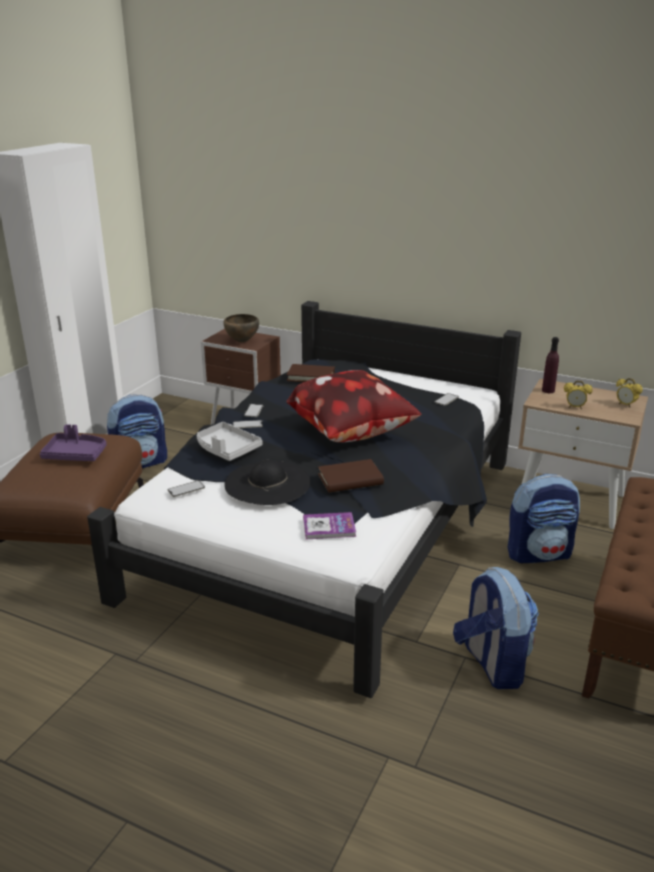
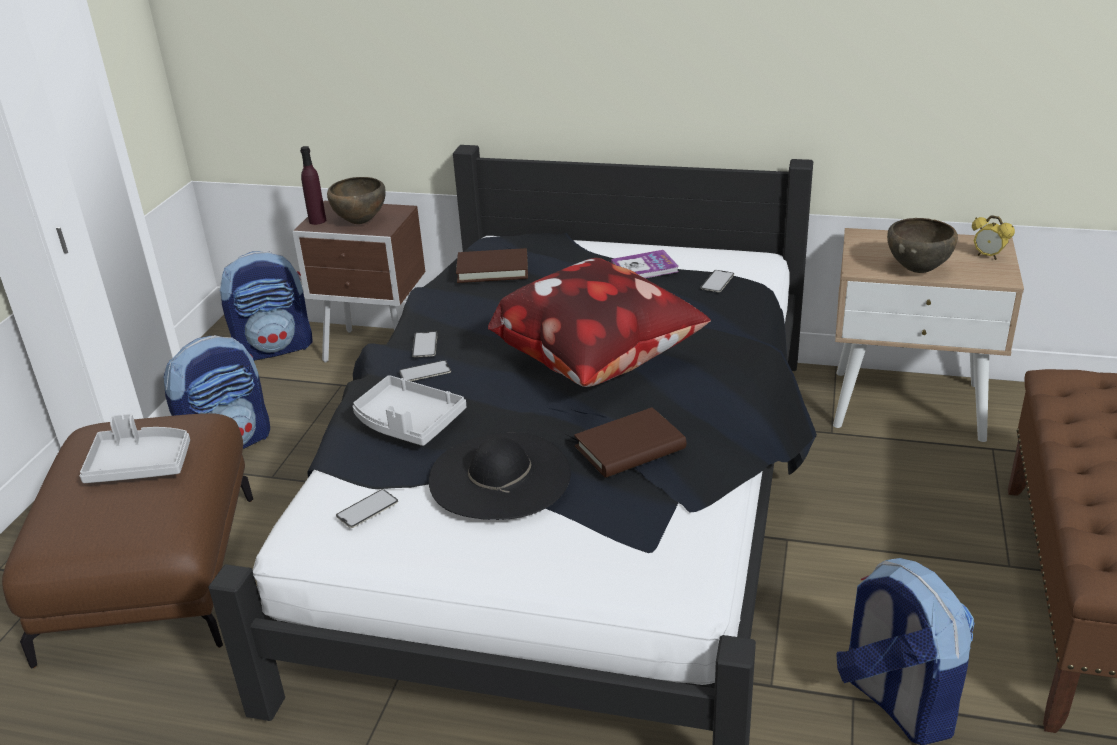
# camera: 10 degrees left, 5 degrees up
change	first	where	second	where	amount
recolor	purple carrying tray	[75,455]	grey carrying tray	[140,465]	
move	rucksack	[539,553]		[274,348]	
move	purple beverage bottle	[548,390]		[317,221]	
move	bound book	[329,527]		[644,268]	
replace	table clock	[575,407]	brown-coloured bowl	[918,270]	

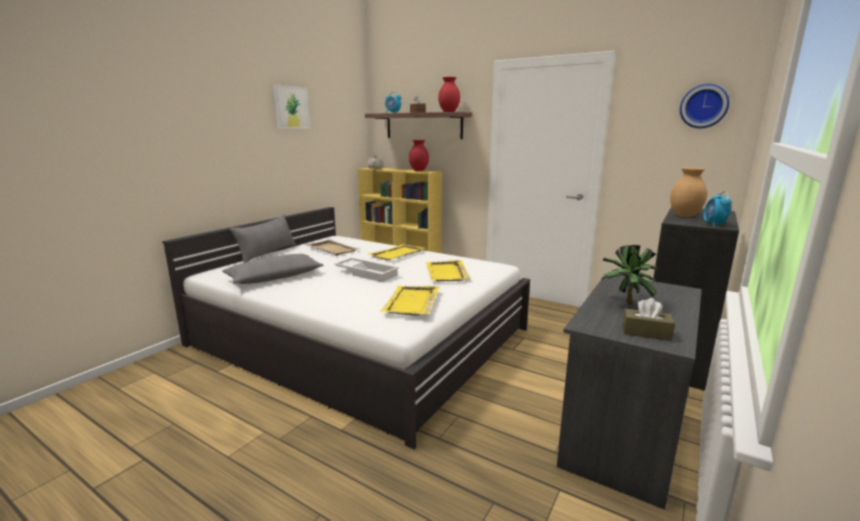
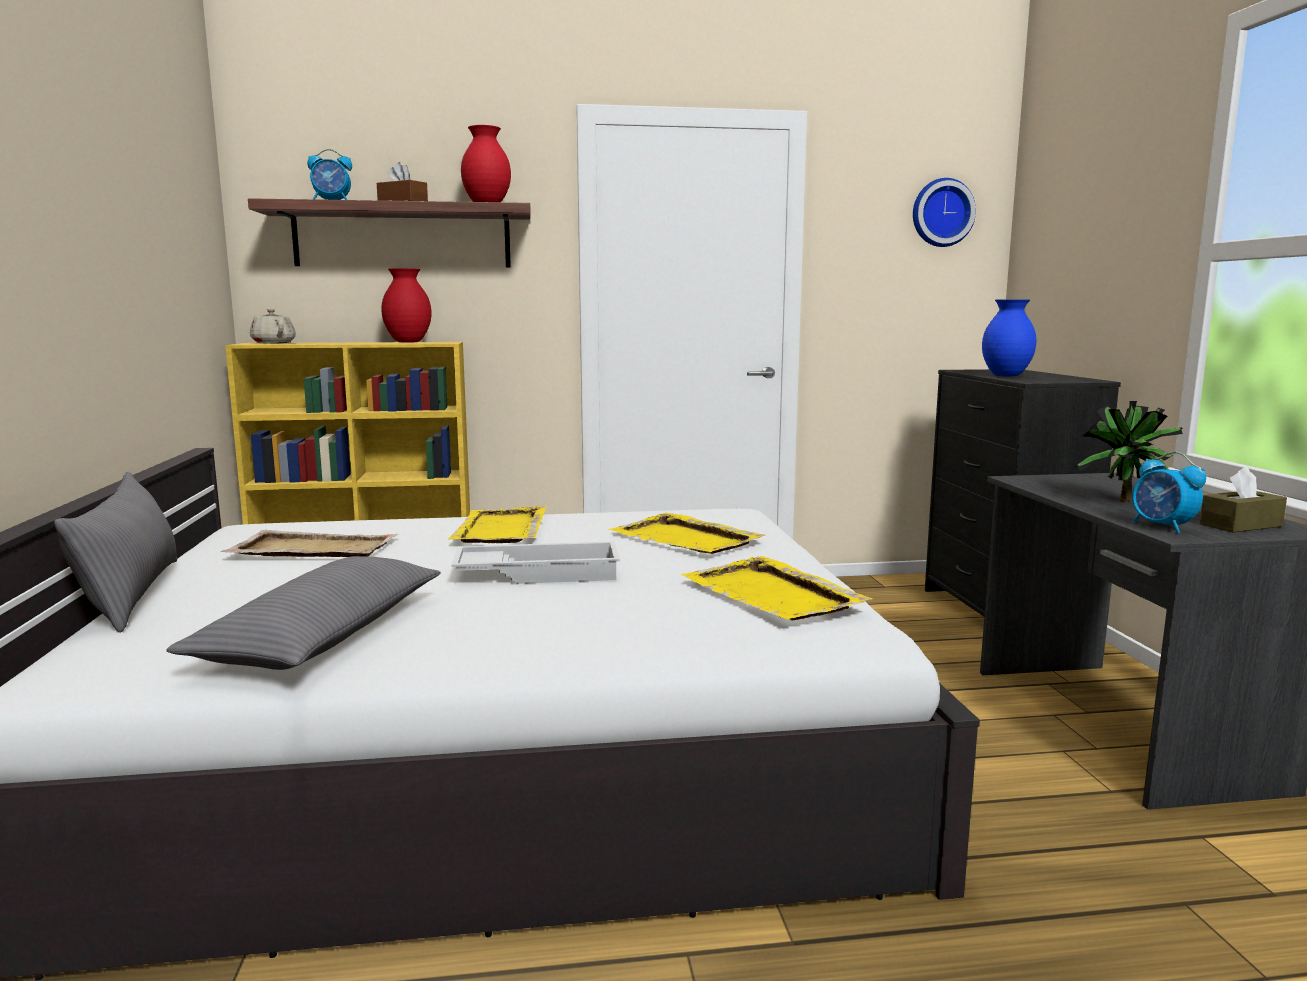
# camera: 40 degrees left, 5 degrees down
change	first	where	second	where	amount
recolor	brown-coloured vase	[685,216]	bluish vase	[1007,376]	
move	table clock	[714,225]		[1162,527]	
delete	wall picture	[291,107]			

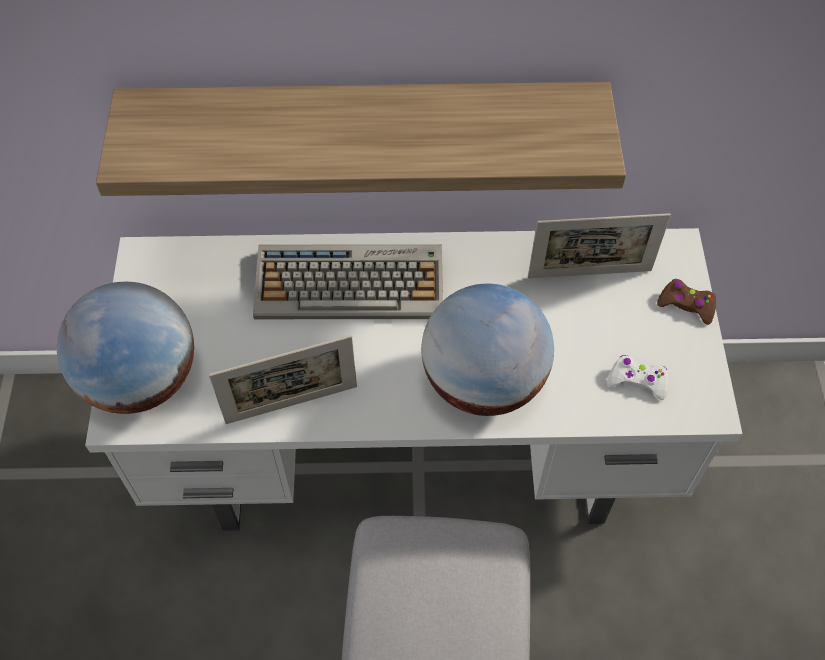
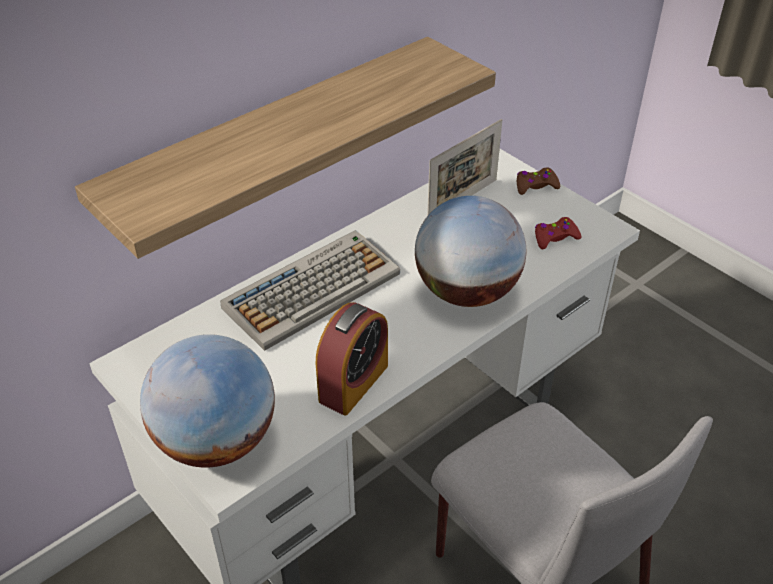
# camera: 40 degrees left, 15 degrees down
change	first	where	second	where	amount
replace	photo frame	[291,404]	table clock	[353,383]	
recolor	white game controller	[637,381]	red-coloured game controller	[555,238]	

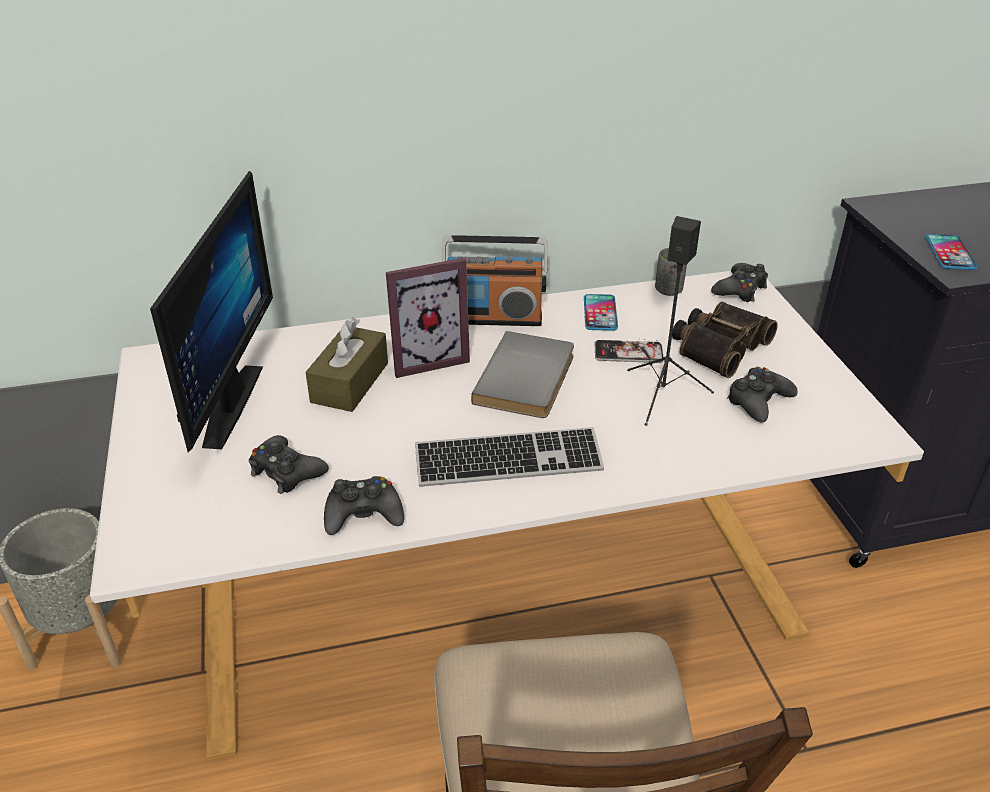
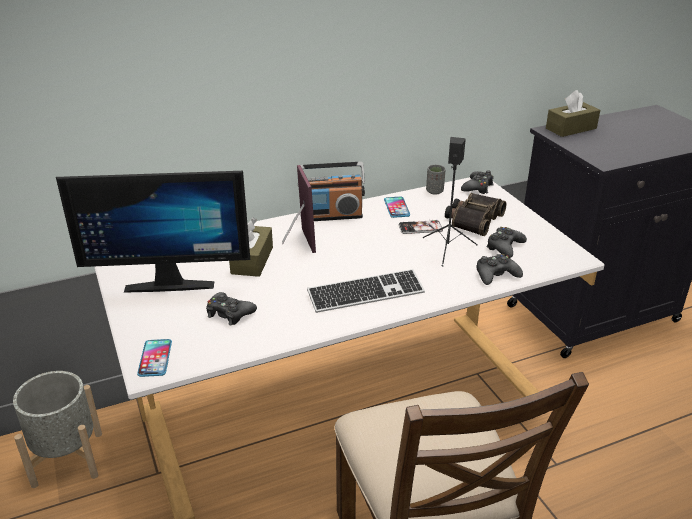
# camera: 10 degrees left, 5 degrees down
change	first	where	second	where	amount
rotate	computer screen	[218,404]		[170,281]	90 degrees clockwise
move	handset	[949,253]		[155,358]	
rotate	photo frame	[426,358]		[296,242]	75 degrees counterclockwise
move	blackish game controller	[363,514]		[496,275]	
insert			brown-coloured box of tissues	[571,128]	
delete	grey bound book	[529,379]			

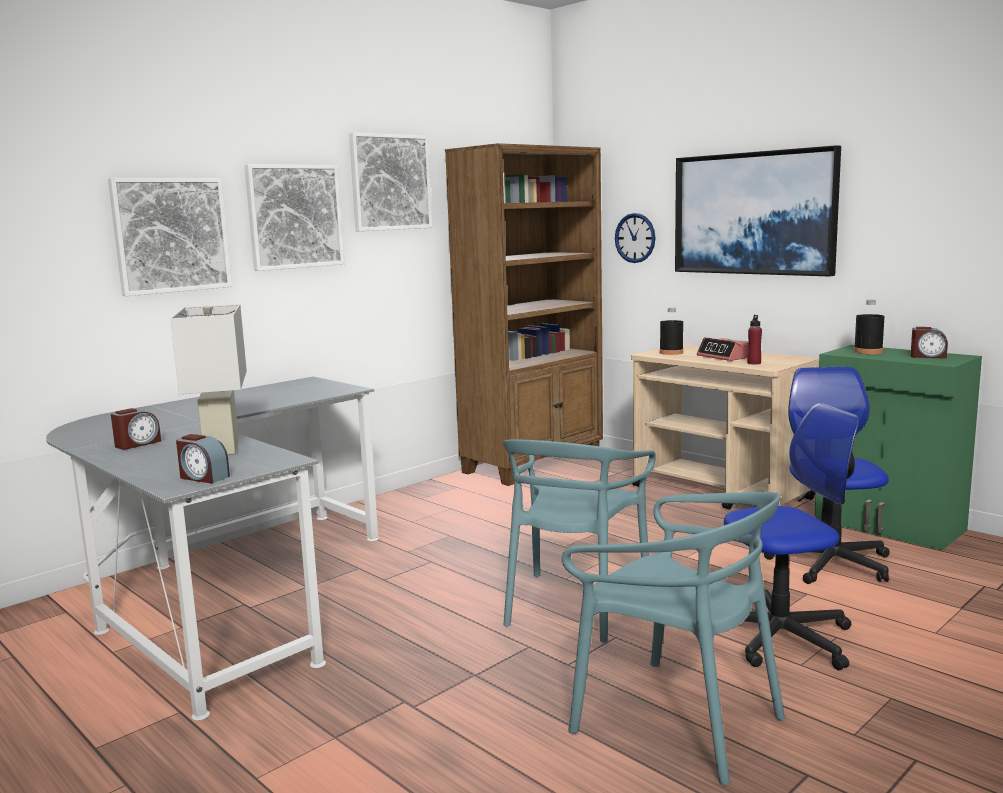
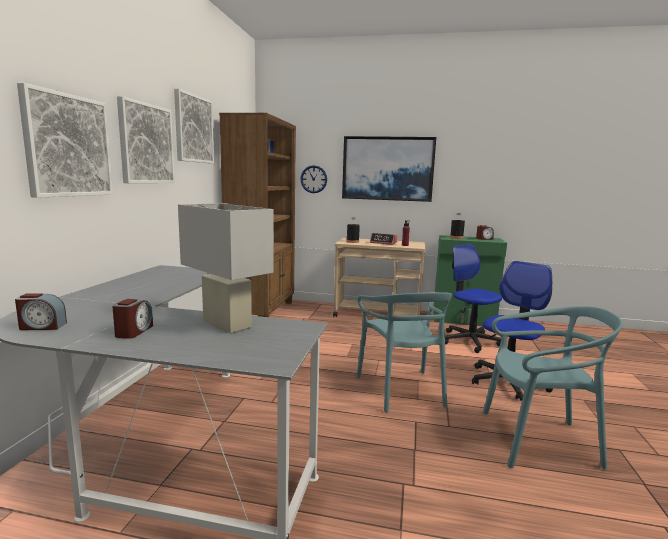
# camera: 35 degrees left, 0 degrees up
change	first	where	second	where	amount
move	table clock	[203,477]		[42,326]	

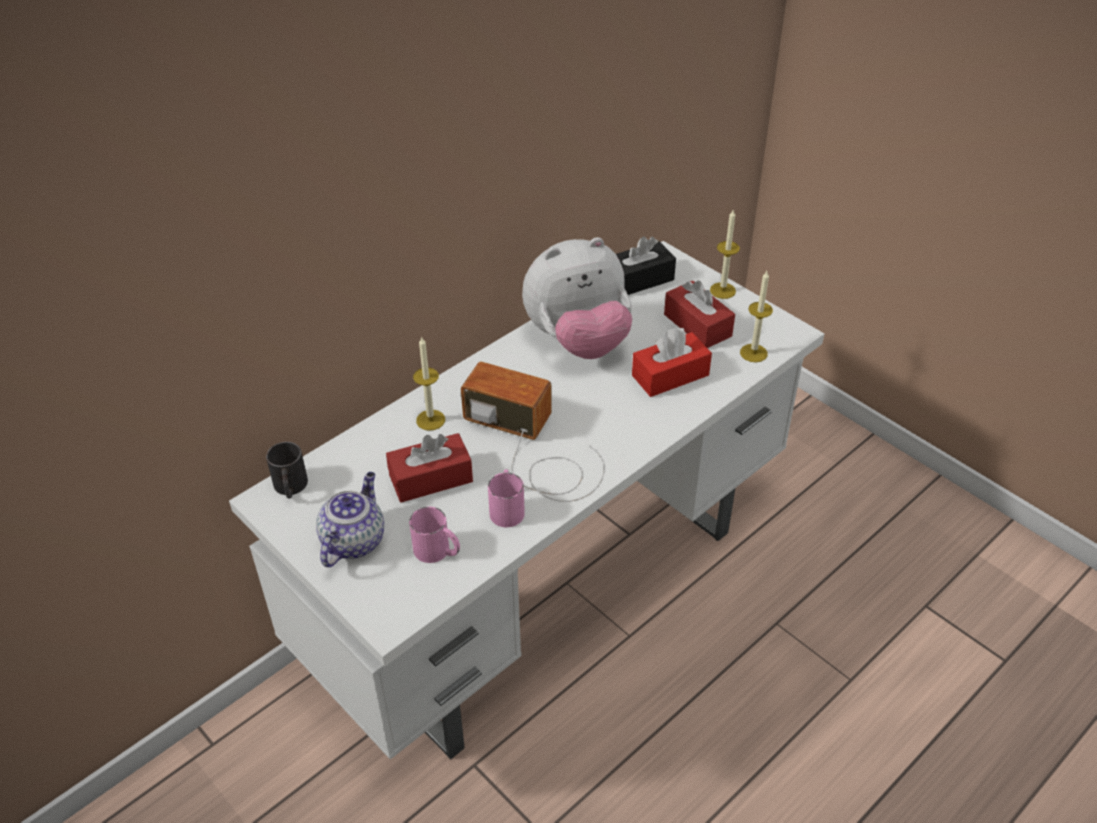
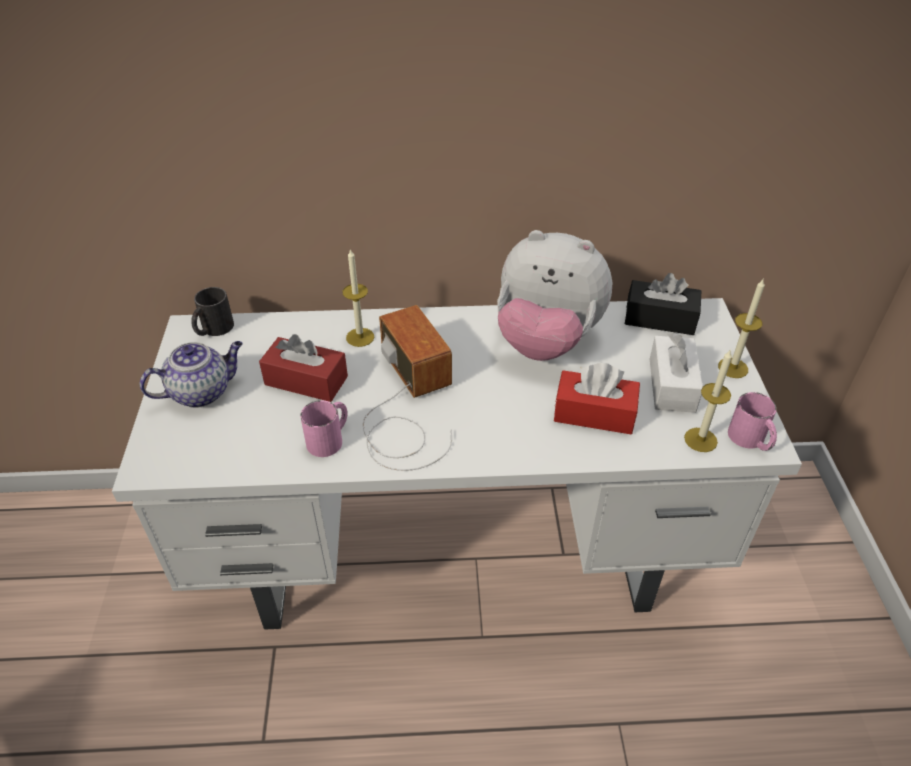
# camera: 40 degrees right, 0 degrees up
change	first	where	second	where	amount
recolor	red-coloured box of tissues	[697,325]	white box of tissues	[671,385]	
move	pink-coloured mug	[438,551]		[751,440]	

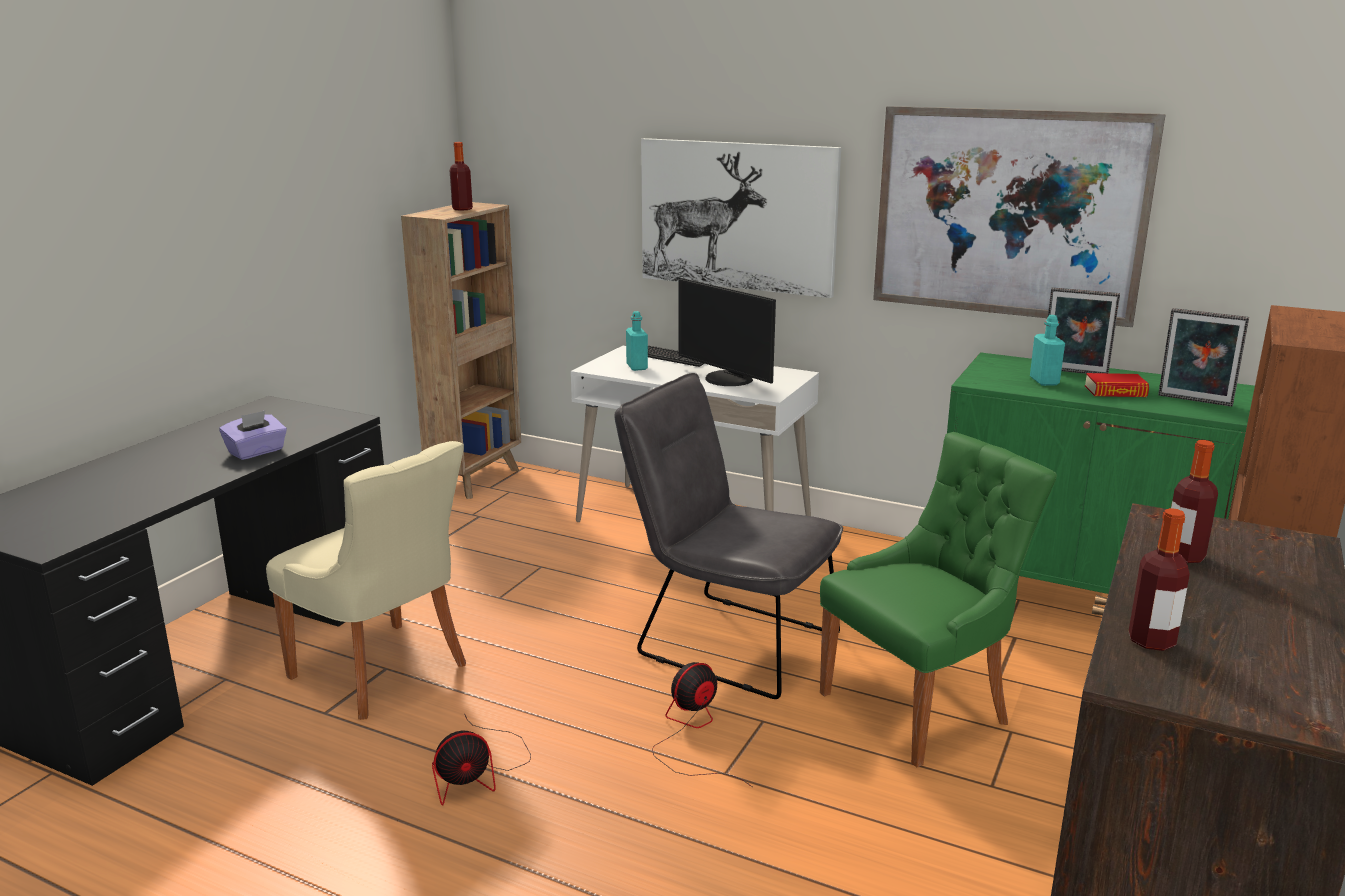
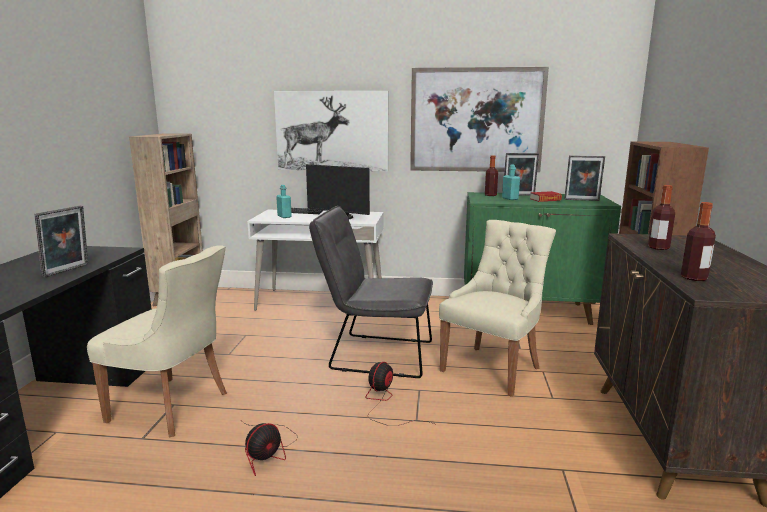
# camera: 20 degrees left, 5 degrees down
change	first	where	second	where	amount
replace	purple box of tissues	[257,452]	photo frame	[68,271]	
recolor	green-coloured plain chair	[919,707]	beige-coloured plain chair	[493,368]	
move	beverage bottle	[462,209]		[490,195]	

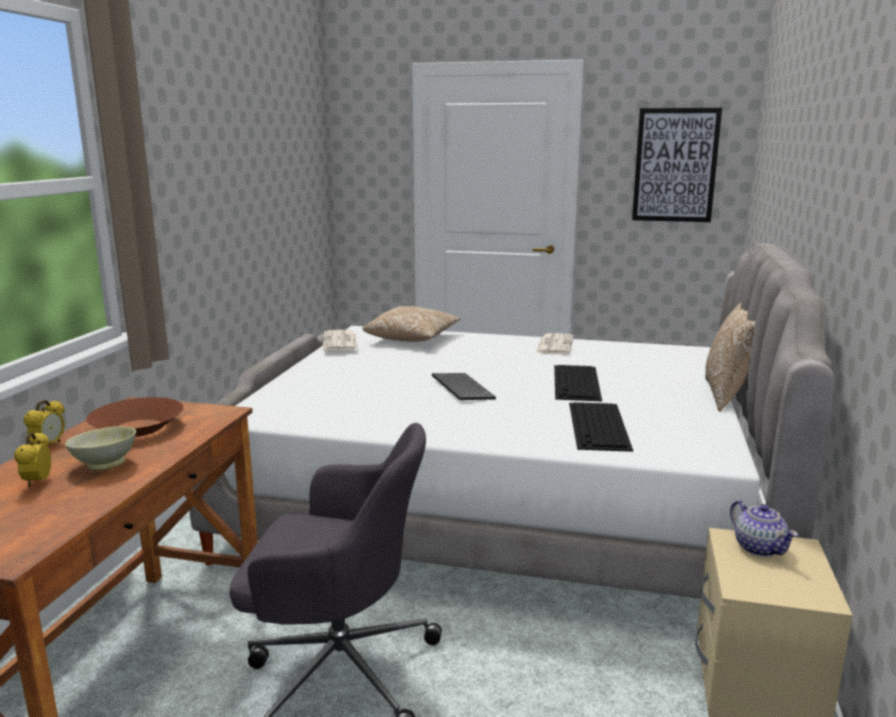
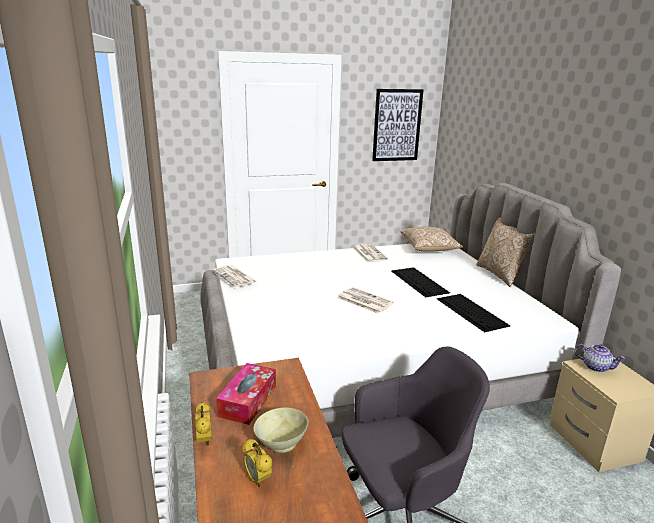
# camera: 30 degrees left, 5 degrees up
change	first	where	second	where	amount
replace	brown-coloured bowl	[138,428]	box of tissues	[248,401]	
replace	PC keyboard	[460,388]	newspaper	[363,301]	
move	pillow	[412,339]		[429,248]	

